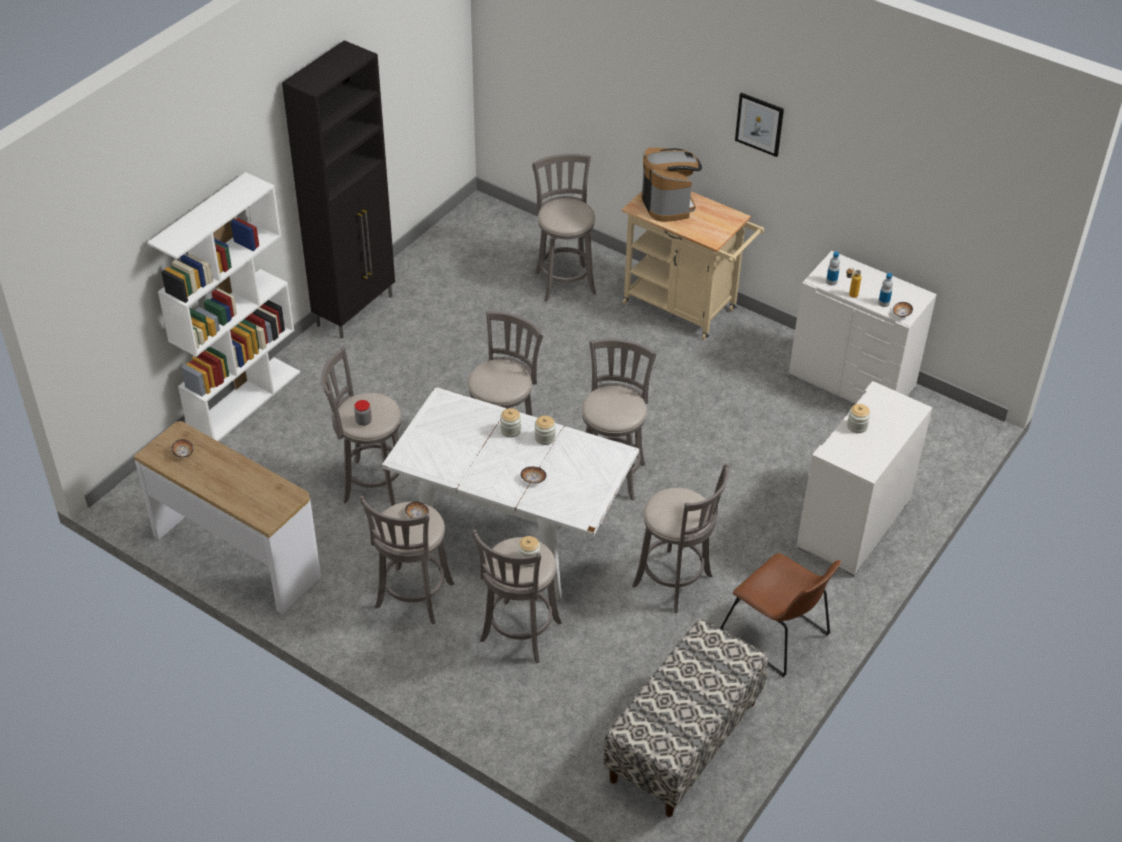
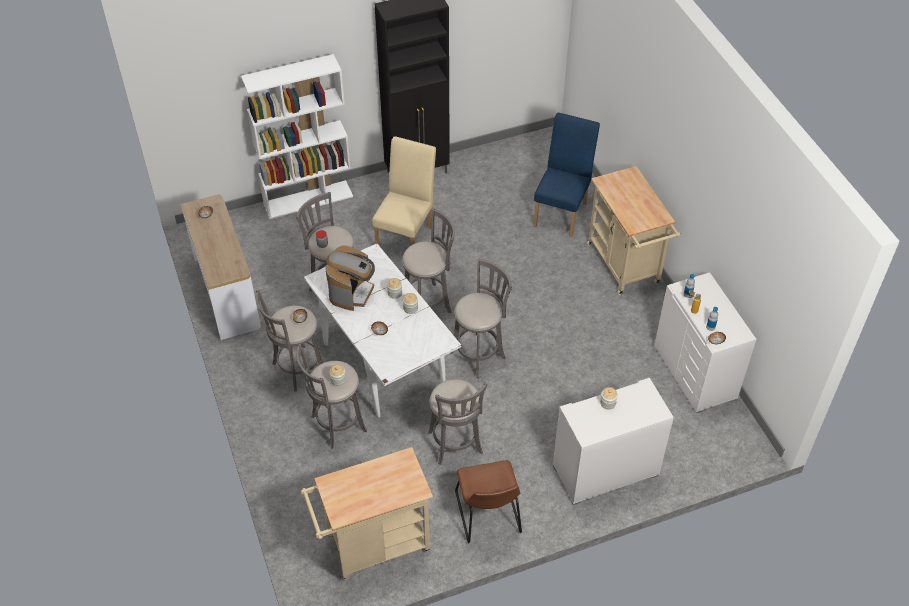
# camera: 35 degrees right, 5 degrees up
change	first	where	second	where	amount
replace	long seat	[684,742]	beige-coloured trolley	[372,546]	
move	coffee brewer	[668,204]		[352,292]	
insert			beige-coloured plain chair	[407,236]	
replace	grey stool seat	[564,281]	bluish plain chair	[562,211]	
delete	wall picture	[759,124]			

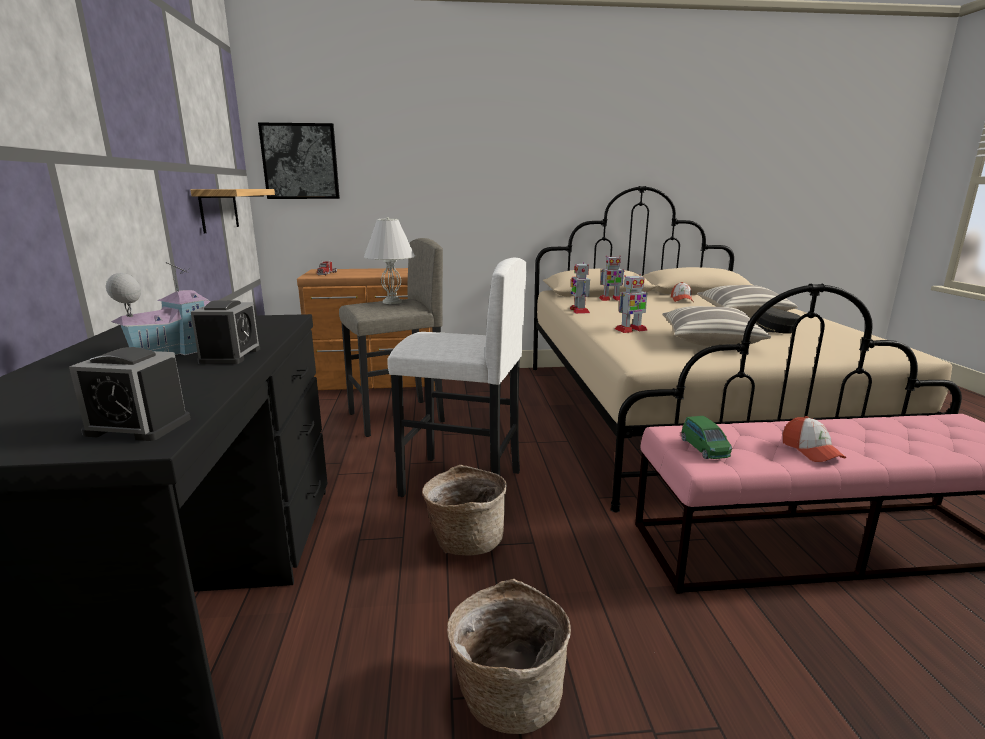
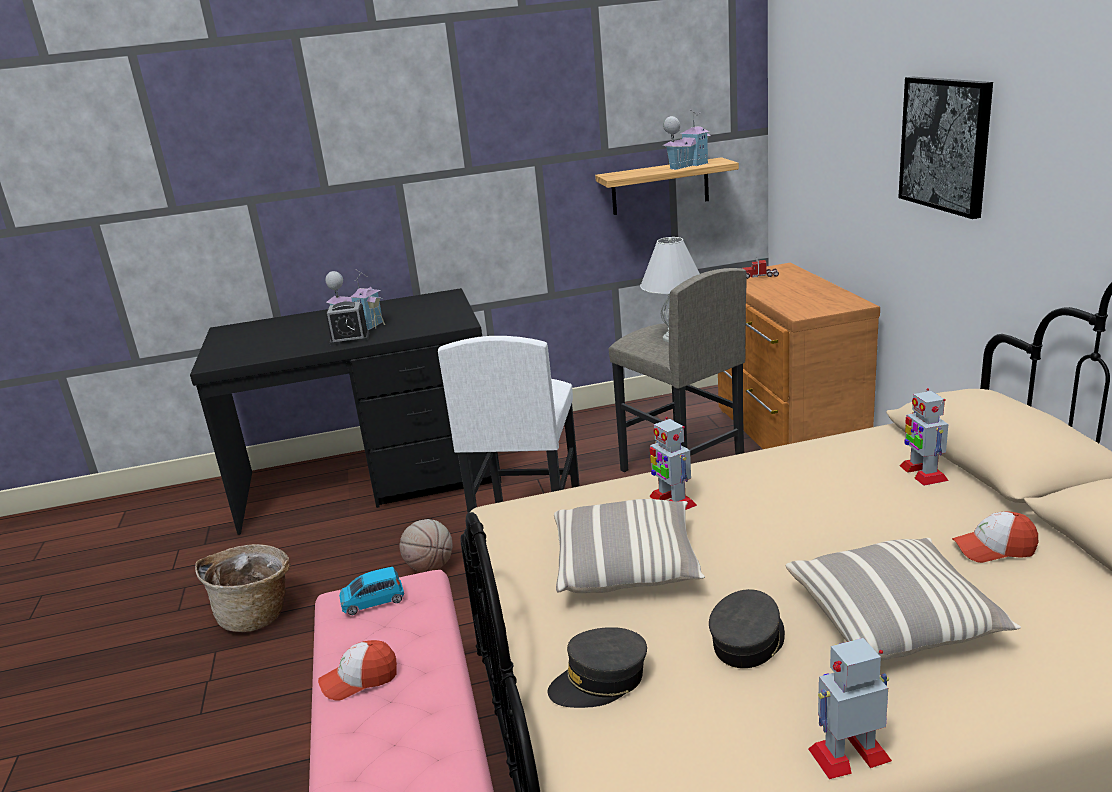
# camera: 85 degrees right, 5 degrees up
change	first	where	second	where	amount
recolor	green-coloured toy car	[704,448]	bluish toy car	[373,601]	
replace	storage basket	[465,540]	ball for basketball	[430,567]	
insert			grey peaked cap	[600,681]	
insert			model house	[687,165]	
move	toy robot	[579,310]		[850,754]	
move	wall picture	[300,161]		[945,144]	
delete	table clock	[138,426]			

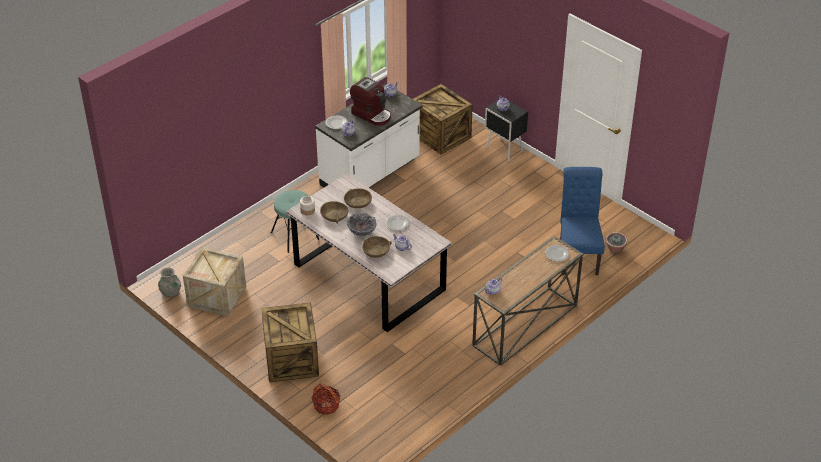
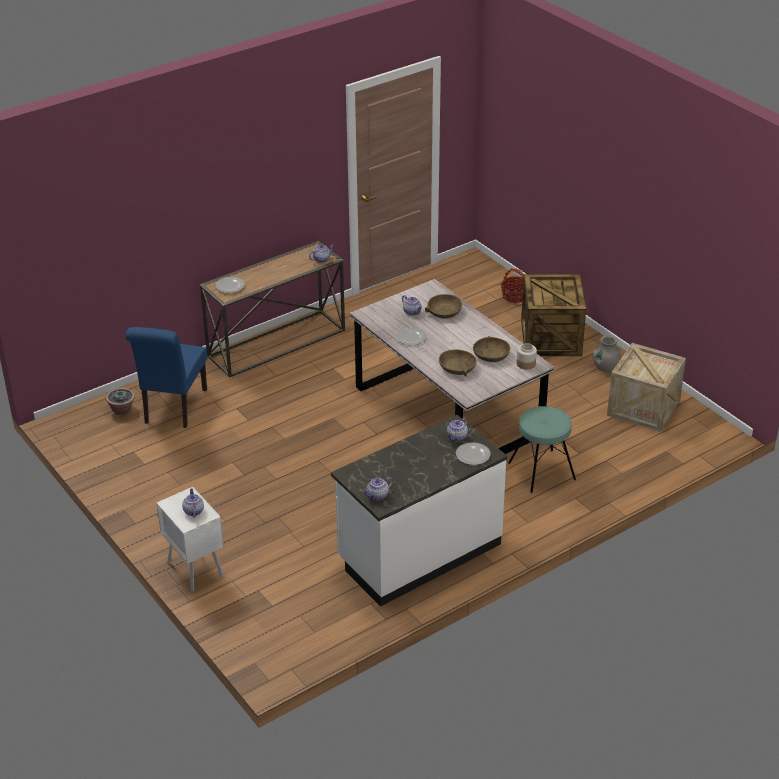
# camera: 170 degrees left, 5 degrees down
change	first	where	second	where	amount
recolor	blackish nightstand	[504,150]	white nightstand	[195,569]	
move	grey vase	[170,292]		[605,367]	
delete	bowl	[362,232]			
delete	coffee brewer	[372,114]			
delete	crate	[441,135]			

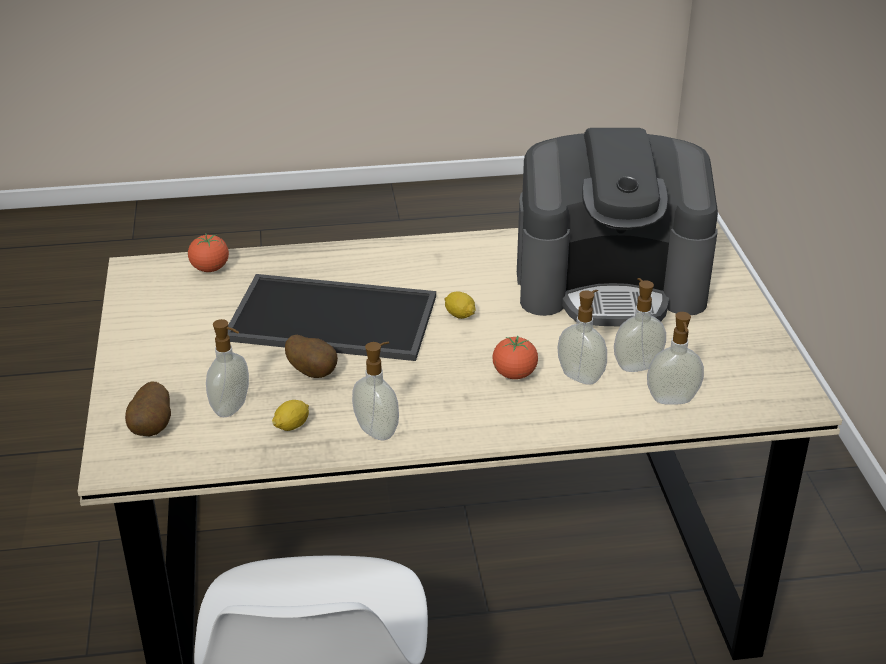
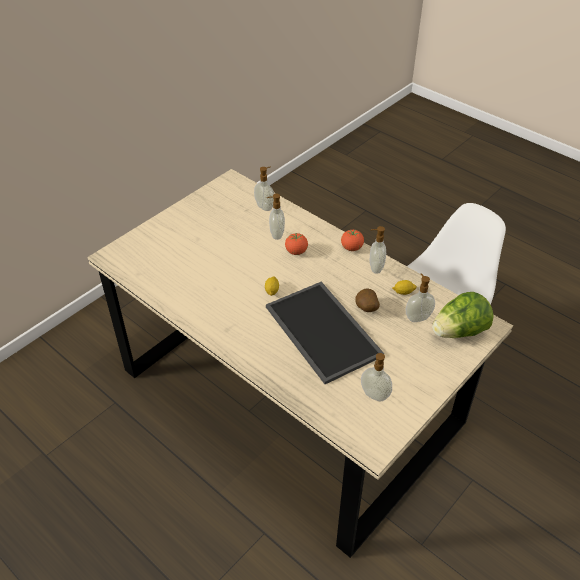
# camera: 130 degrees left, 10 degrees up
change	first	where	second	where	amount
move	whole tomato	[210,269]		[351,248]	
move	soap dispenser	[636,365]		[374,395]	
replace	whole potato	[153,428]	lettuce	[459,331]	
delete	coffee brewer	[610,283]			

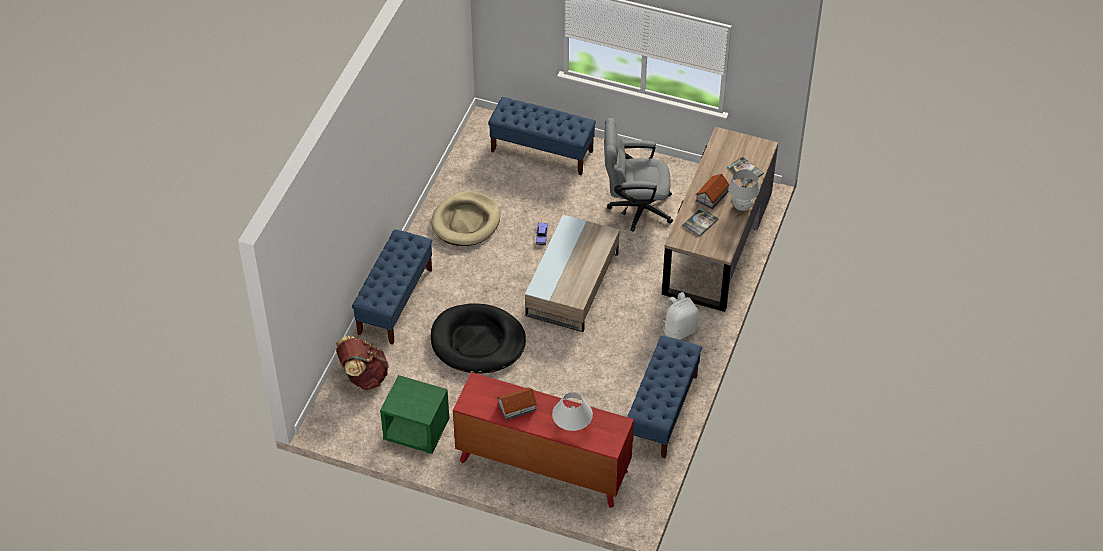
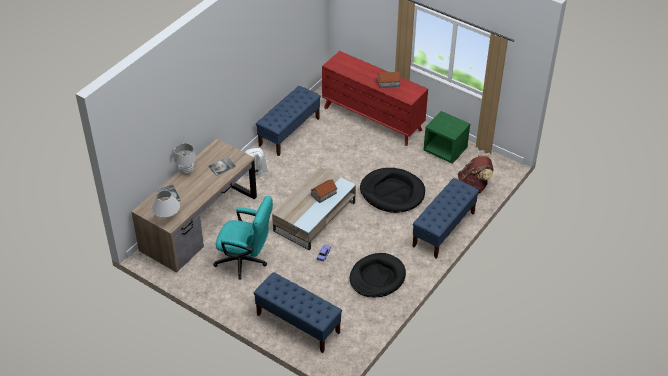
# camera: 165 degrees left, 5 degrees down
change	first	where	second	where	amount
move	white tabletop lamp	[572,427]		[167,217]	
recolor	grey desk chair	[634,208]	blue-green desk chair	[245,261]	
move	model house	[712,196]		[323,194]	
recolor	beige-coloured pet bed	[466,221]	blackish pet bed	[377,277]	

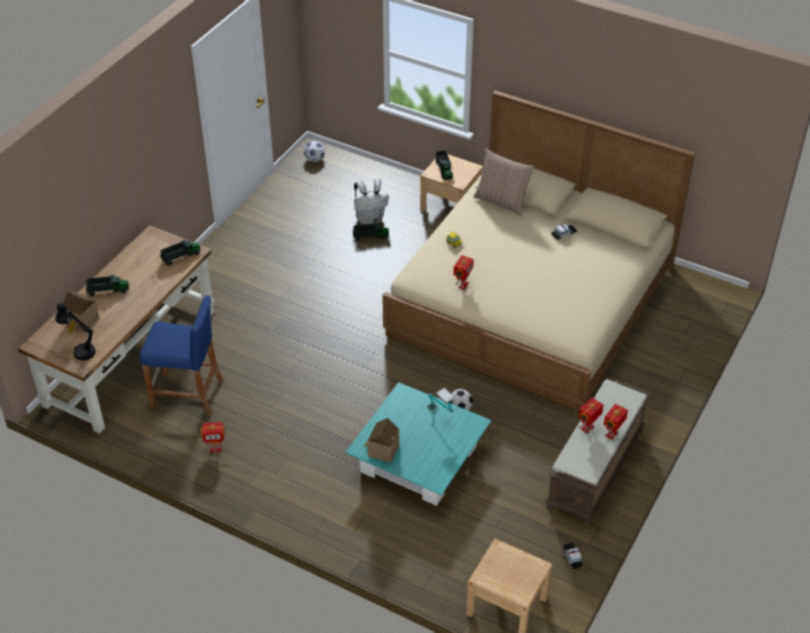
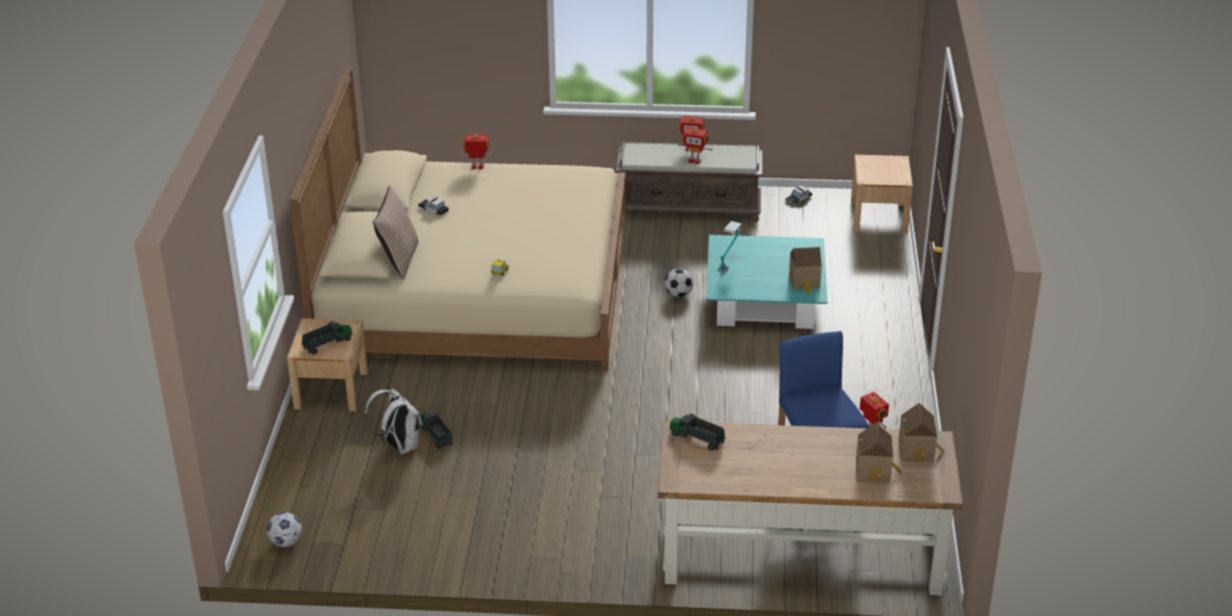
# camera: 115 degrees left, 10 degrees down
change	first	where	second	where	amount
move	toy robot	[462,285]		[477,167]	
replace	blackish tabletop lamp	[80,351]	model house	[918,451]	
delete	model truck	[107,290]			

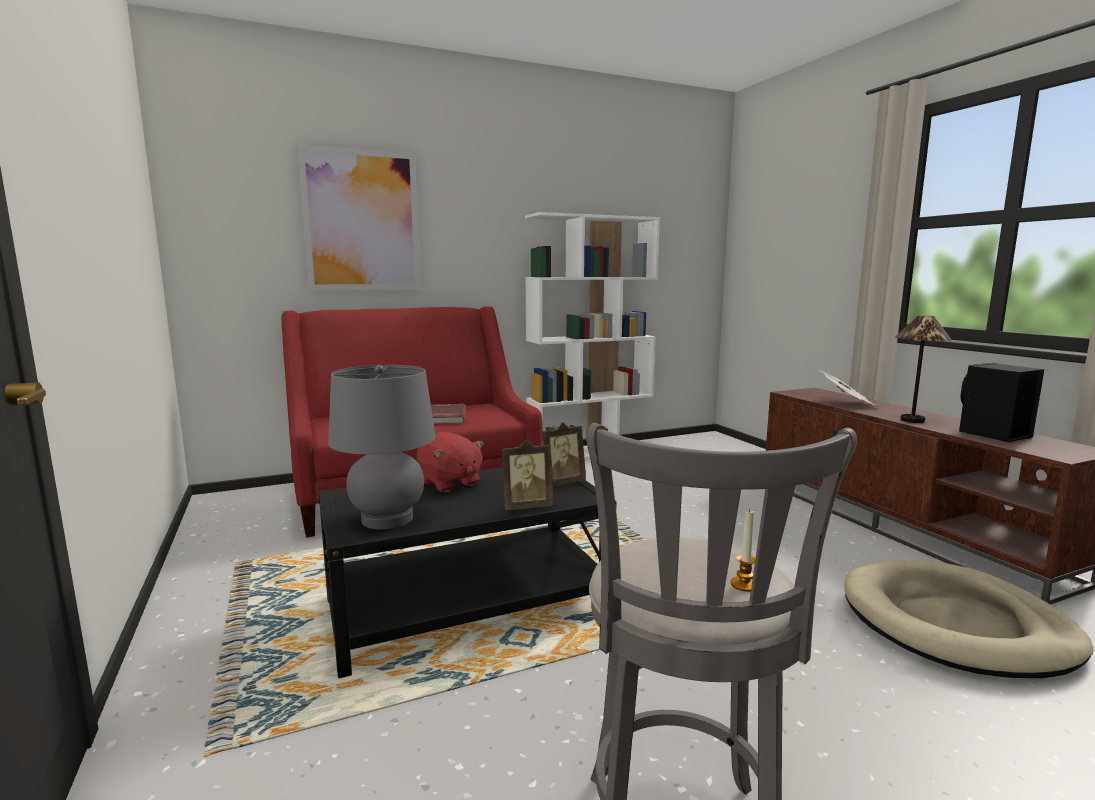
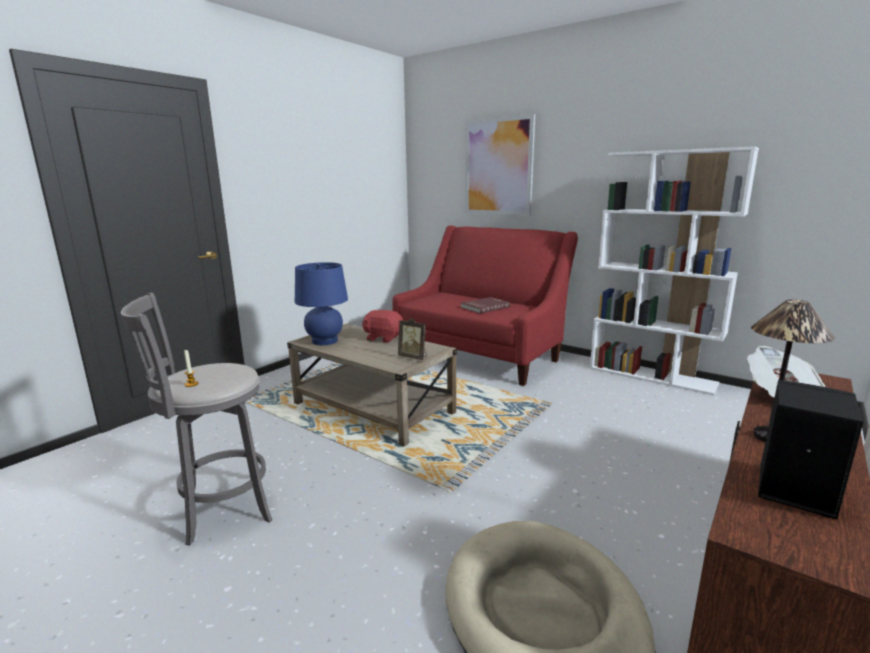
# camera: 60 degrees right, 5 degrees up
change	first	where	second	where	amount
recolor	blackish lounge table	[467,605]	beige-coloured lounge table	[373,408]	
recolor	grey tabletop lamp	[387,519]	bluish tabletop lamp	[324,341]	
rotate	red-coloured soft toy	[449,483]		[383,338]	90 degrees clockwise
delete	photo frame	[526,506]			

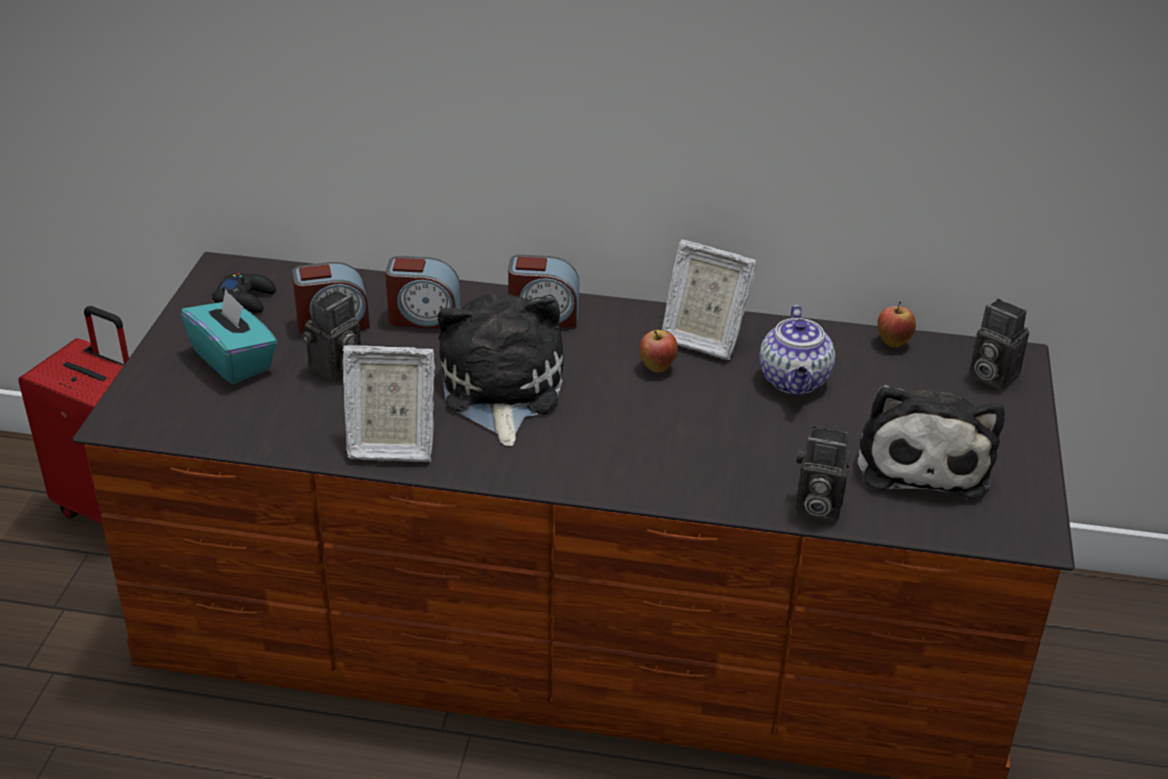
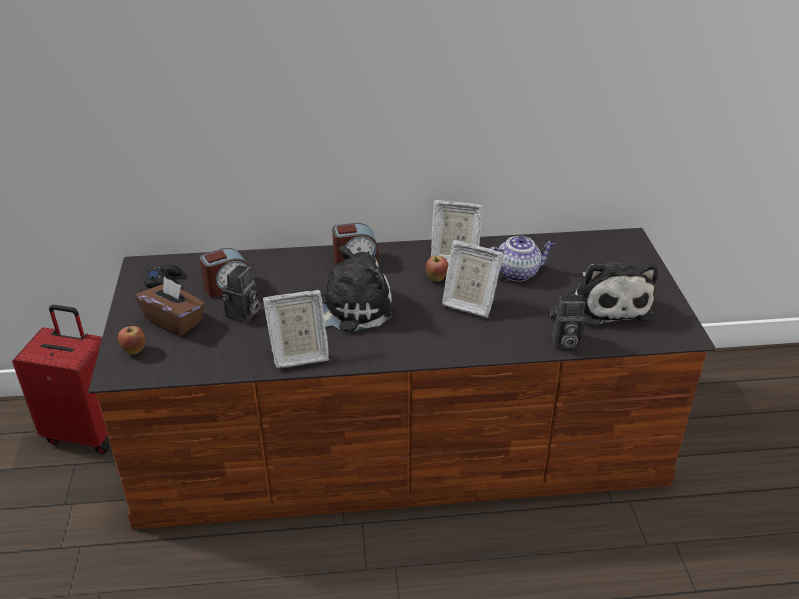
# camera: 15 degrees left, 0 degrees up
change	first	where	second	where	amount
move	whole apple	[893,343]		[134,351]	
recolor	blue-green box of tissues	[234,360]	brown-coloured box of tissues	[175,321]	
rotate	soft toy	[500,390]		[350,309]	75 degrees clockwise
insert			photo frame	[469,303]	
rotate	tea pot	[795,381]		[518,272]	90 degrees counterclockwise
delete	table clock	[424,317]			
delete	photo camera	[990,375]			

